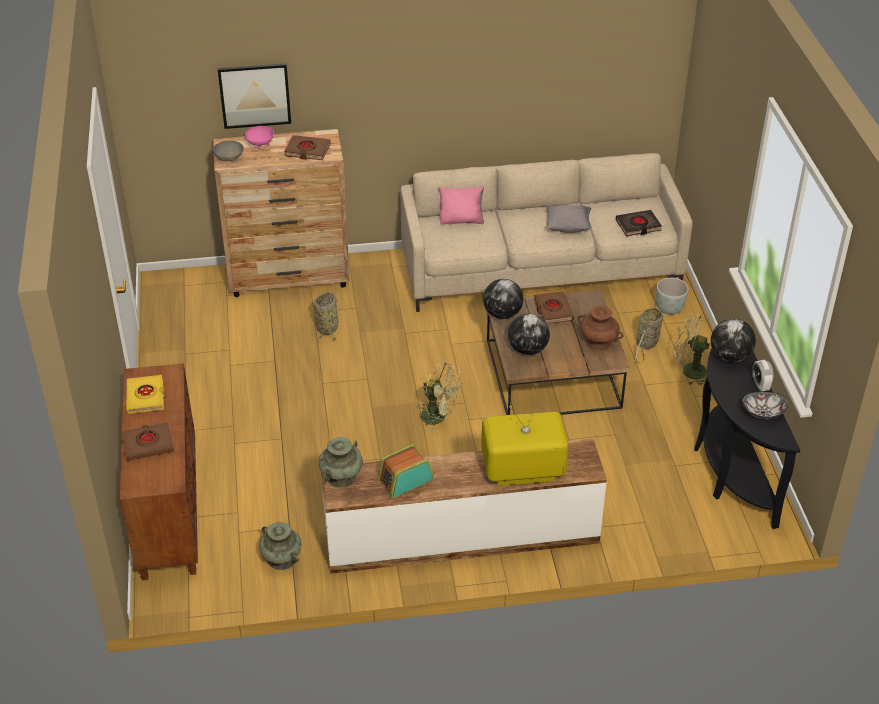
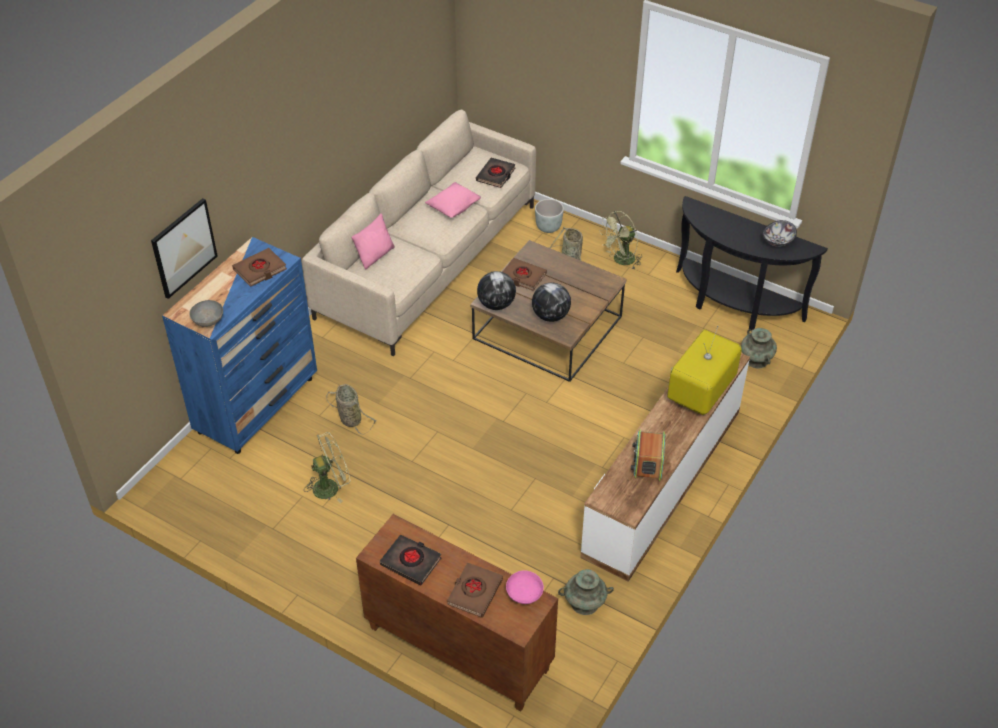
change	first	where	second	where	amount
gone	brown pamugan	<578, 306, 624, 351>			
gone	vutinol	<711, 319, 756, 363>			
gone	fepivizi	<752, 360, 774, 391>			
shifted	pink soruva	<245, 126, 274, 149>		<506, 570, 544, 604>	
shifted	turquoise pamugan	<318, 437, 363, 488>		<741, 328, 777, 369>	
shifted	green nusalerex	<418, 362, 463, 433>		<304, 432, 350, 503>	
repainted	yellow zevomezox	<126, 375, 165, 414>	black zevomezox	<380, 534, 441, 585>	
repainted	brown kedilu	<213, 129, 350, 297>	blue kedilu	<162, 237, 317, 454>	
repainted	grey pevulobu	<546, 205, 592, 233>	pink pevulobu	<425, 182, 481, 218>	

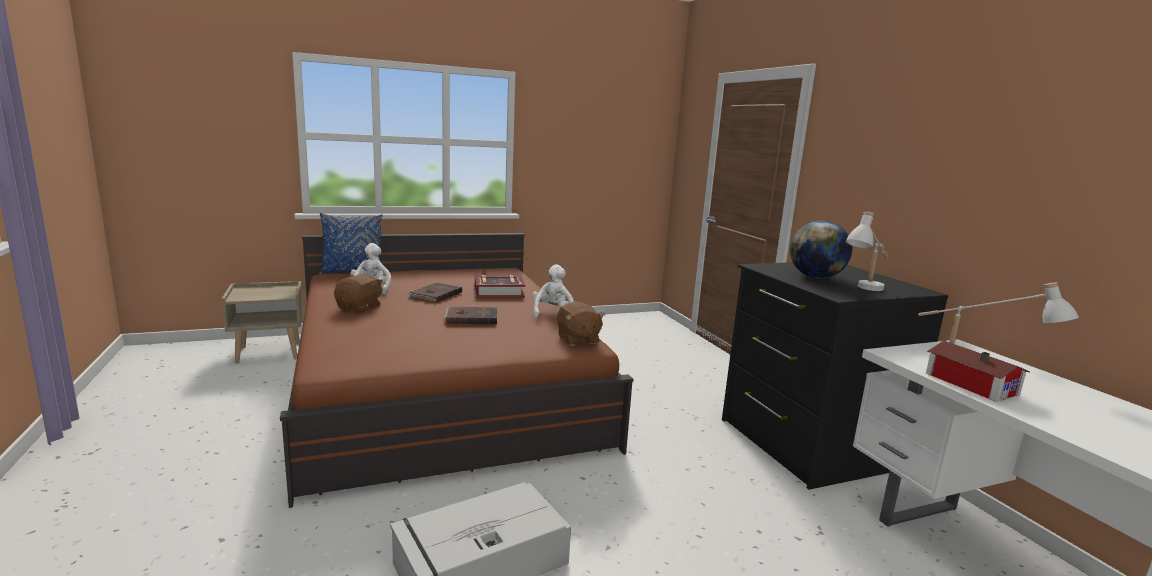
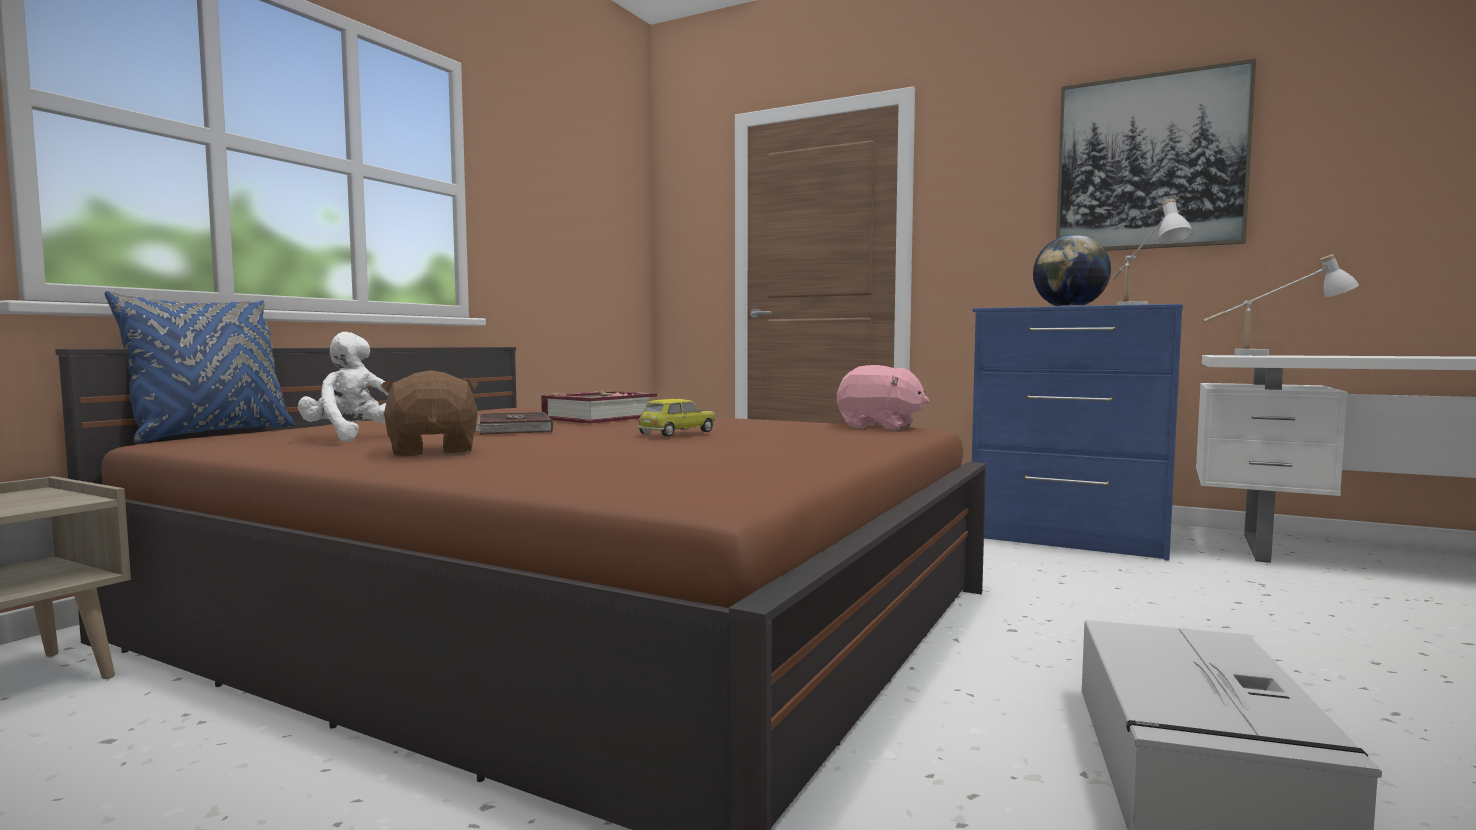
change	first	where	second	where	amount
gone	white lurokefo	<532, 264, 574, 318>			
gone	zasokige	<926, 340, 1030, 402>			
new			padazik	<1056, 59, 1256, 251>	
swapped	brown zevomezox	<444, 307, 498, 324>	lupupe	<637, 399, 715, 437>	
repainted	brown lurokefo	<557, 302, 605, 346>	pink lurokefo	<837, 365, 929, 431>	
repainted	black kedilu	<722, 262, 948, 490>	blue kedilu	<972, 304, 1183, 561>	

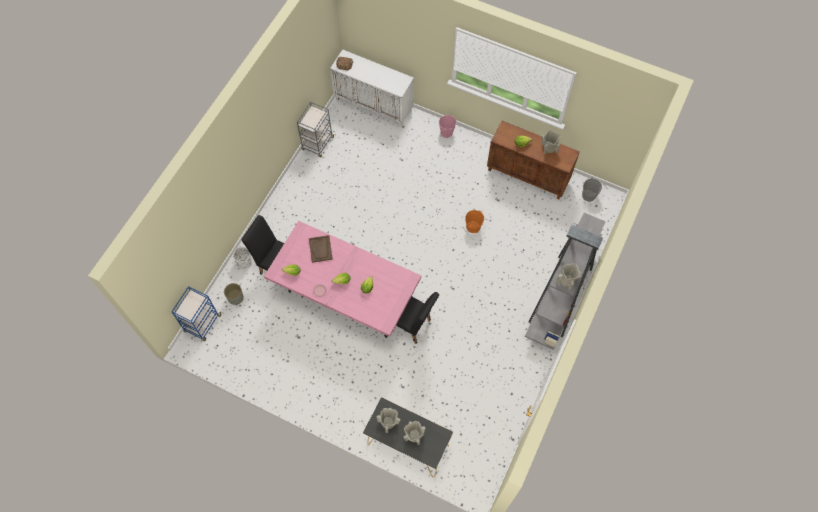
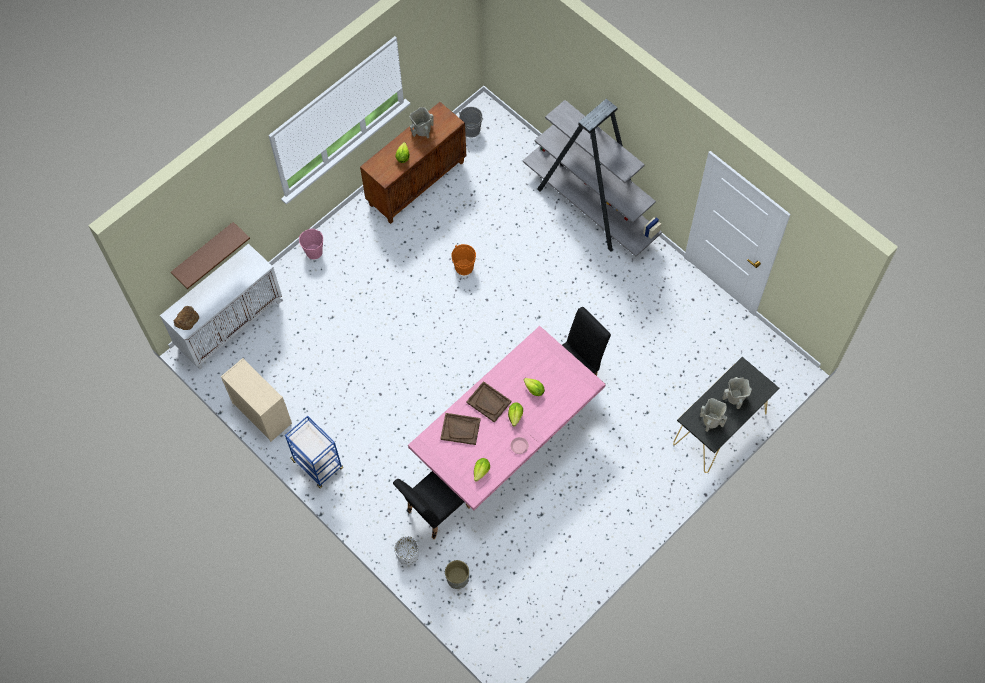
change	first	where	second	where	amount
gone	beige pamugan	<557, 263, 581, 290>			
new			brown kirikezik	<171, 222, 250, 289>	
new			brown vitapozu	<466, 381, 511, 423>	
shifted	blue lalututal	<172, 286, 222, 341>		<285, 415, 343, 488>	
swapped	grey lalututal	<297, 102, 334, 157>	beige kedilu	<221, 358, 292, 442>	

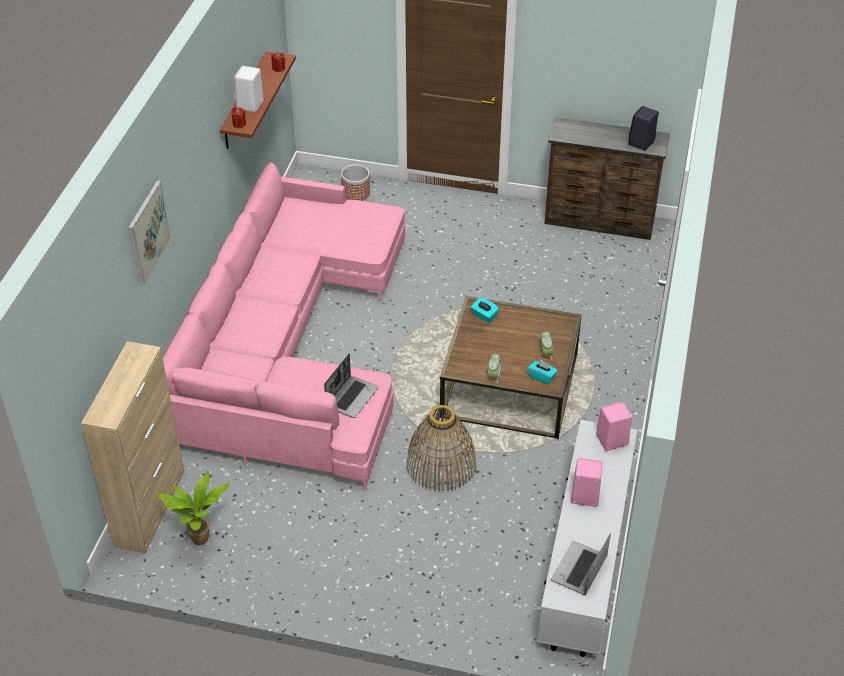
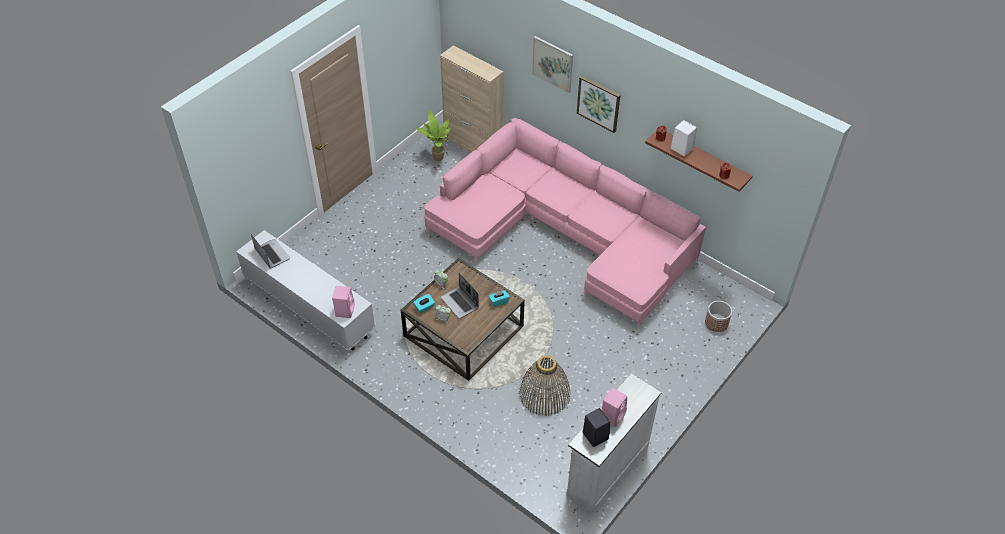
change	first	where	second	where	amount
new			padazik	<577, 76, 620, 133>	
shifted	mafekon	<324, 354, 379, 418>		<441, 273, 479, 319>	
shifted	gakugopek	<406, 405, 476, 492>		<519, 355, 570, 416>	
shifted	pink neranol	<571, 458, 602, 507>		<602, 388, 627, 427>	
repainted	brown kedilu	<544, 117, 670, 240>	white kedilu	<567, 373, 662, 514>	

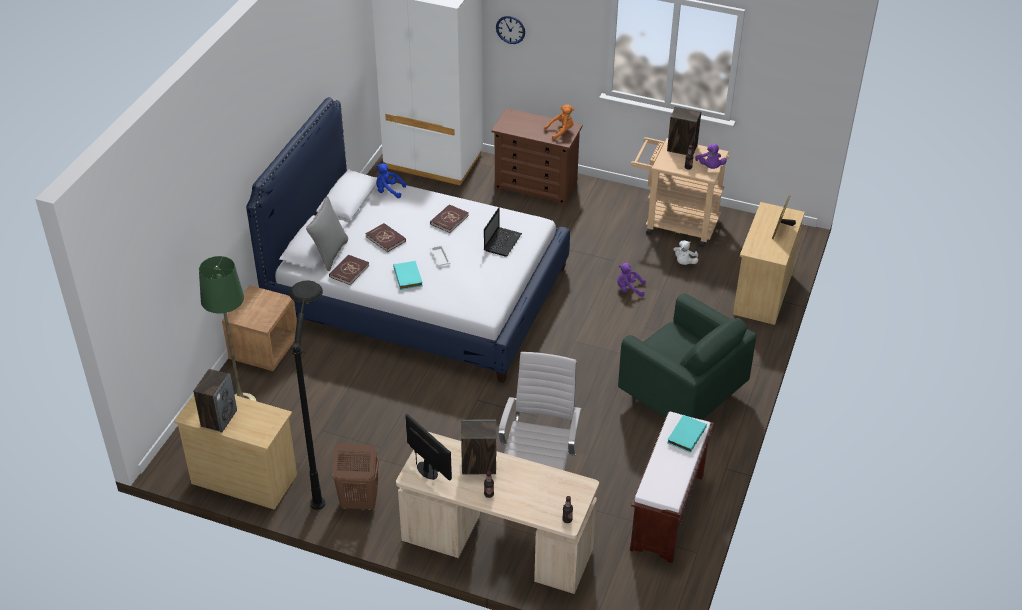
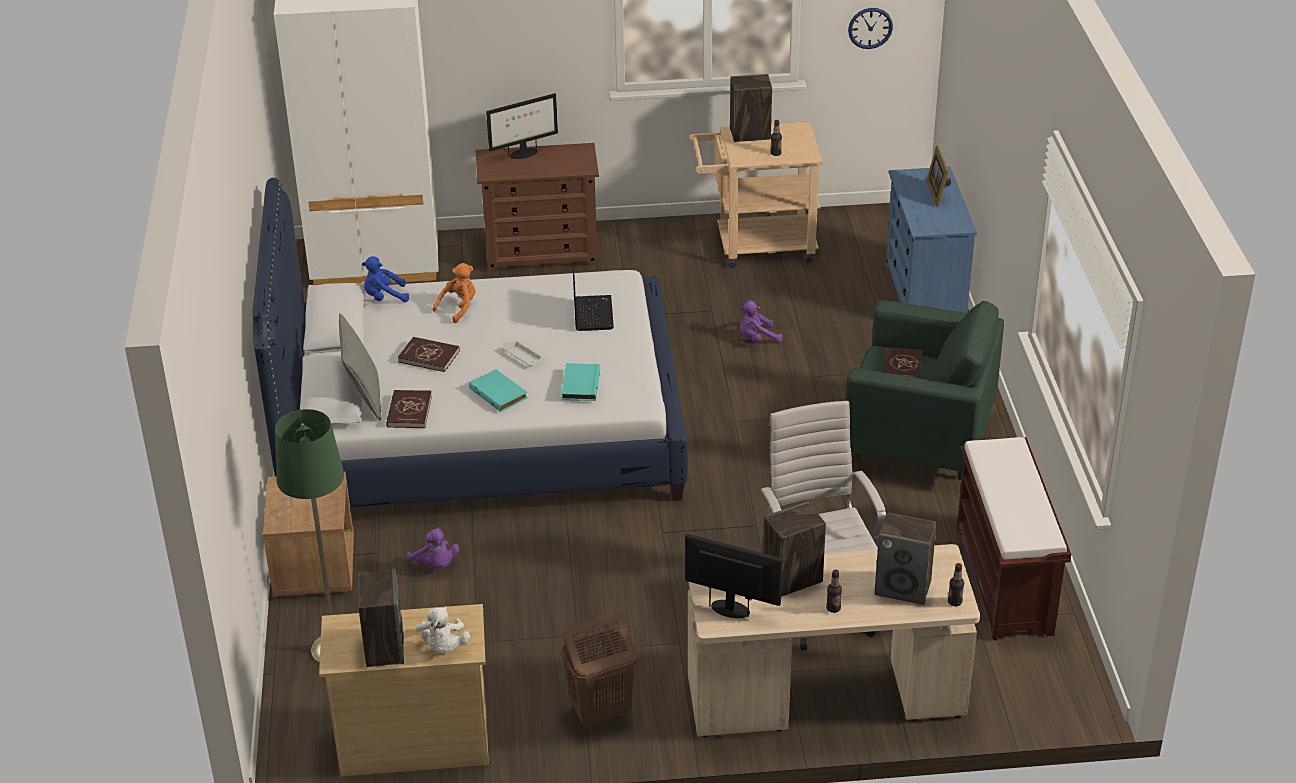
change	first	where	second	where	amount
gone	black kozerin	<289, 280, 325, 510>			
new			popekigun	<486, 93, 558, 159>	
new			neranol	<875, 513, 937, 605>	
shifted	red zevomezox	<430, 204, 469, 233>		<883, 347, 922, 379>	
shifted	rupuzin	<496, 16, 525, 44>		<848, 8, 893, 49>	
shifted	orange lurokefo	<545, 105, 574, 140>		<433, 263, 476, 323>	
shifted	turquoise zevomezox	<667, 415, 707, 453>		<561, 363, 600, 401>	
shifted	white lurokefo	<673, 240, 698, 265>		<415, 606, 470, 653>	
shifted	purple lurokefo	<695, 144, 727, 169>		<407, 527, 459, 569>	
repainted	beige kedilu	<733, 202, 805, 325>	blue kedilu	<886, 167, 977, 313>	

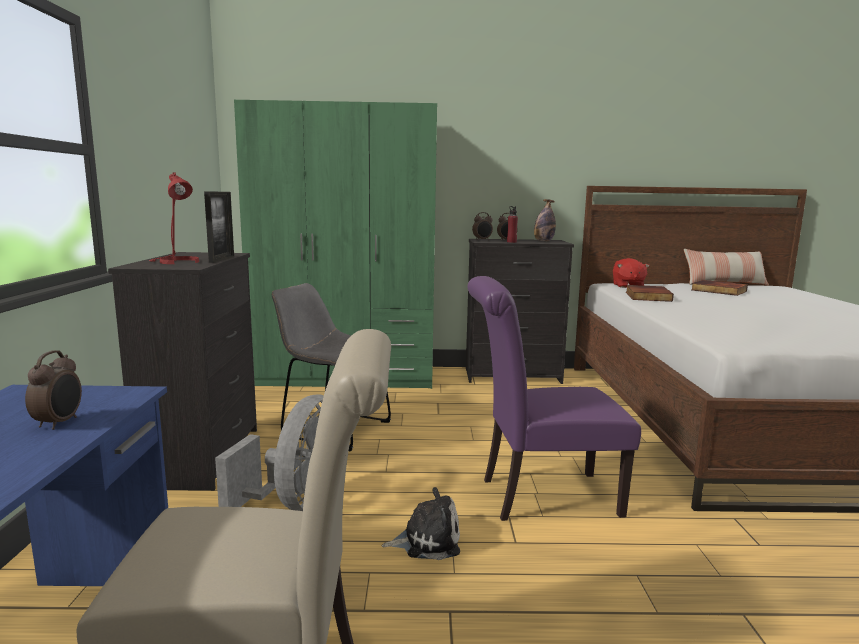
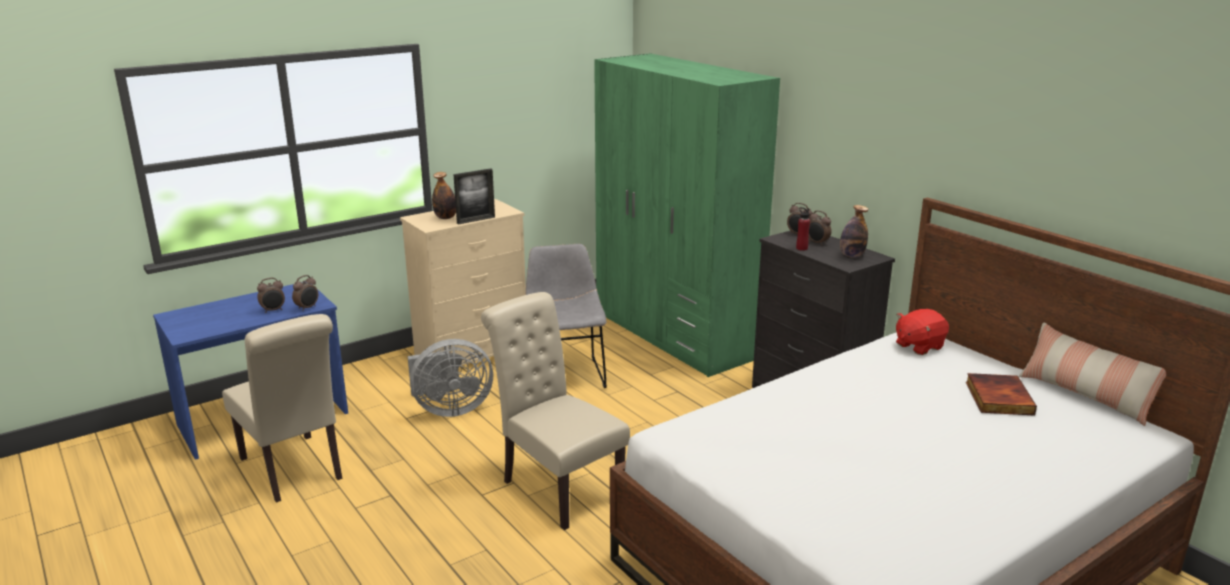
change	first	where	second	where	amount
gone	lurokefo	<382, 487, 460, 560>			
gone	zevomezox	<626, 285, 674, 302>			
new			fepivizi	<292, 275, 318, 311>	
swapped	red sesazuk	<149, 173, 199, 264>	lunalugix	<432, 172, 456, 219>	
repainted	black kedilu	<108, 252, 257, 491>	beige kedilu	<400, 199, 526, 366>	
repainted	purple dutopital	<468, 276, 641, 521>	beige dutopital	<481, 292, 630, 530>	

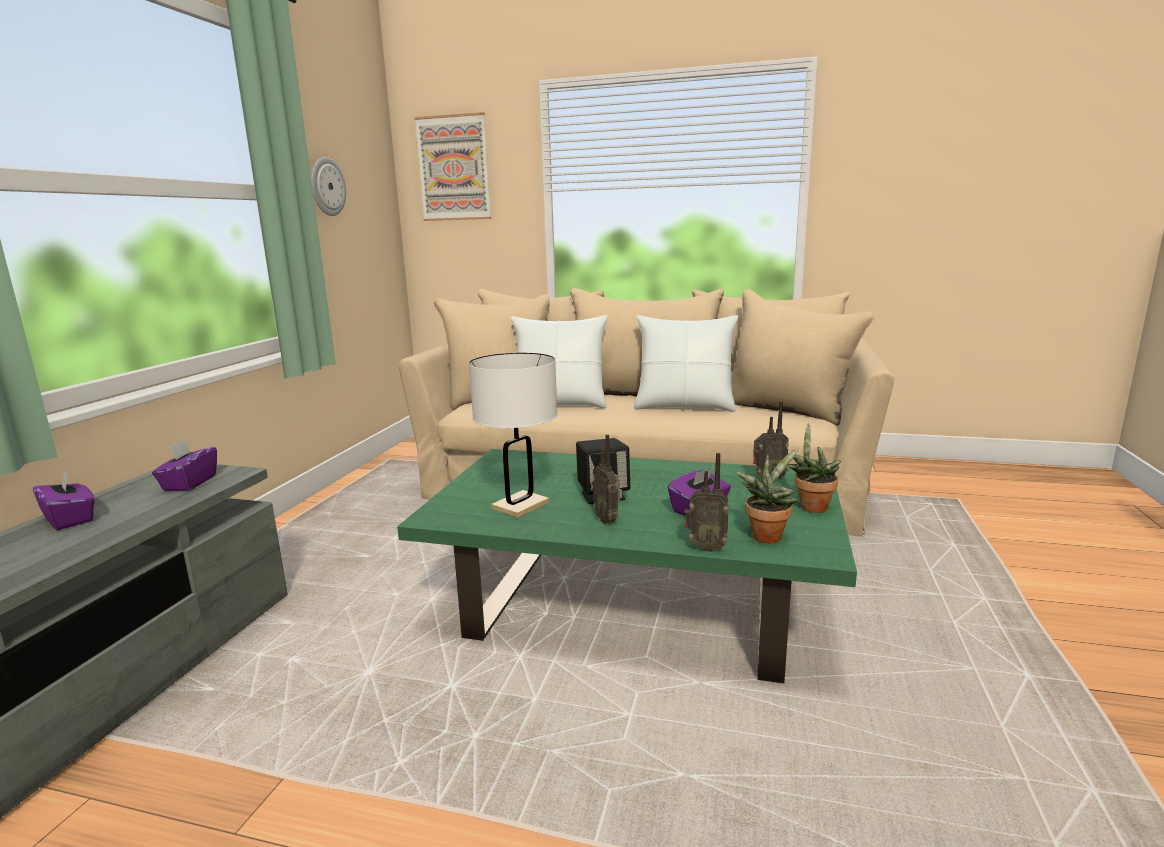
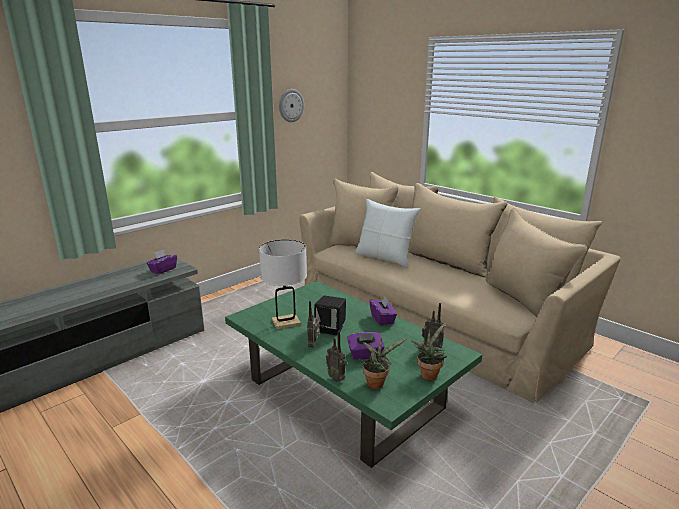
change	first	where	second	where	amount
gone	padazik	<414, 112, 491, 221>			
gone	white pevulobu	<634, 315, 738, 412>			
shifted	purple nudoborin	<33, 471, 95, 530>		<370, 296, 397, 325>	

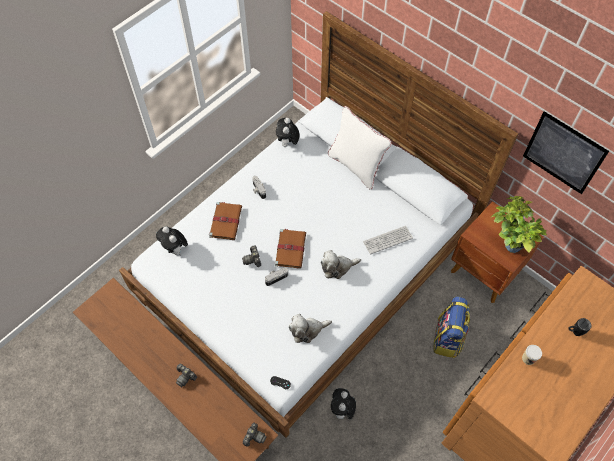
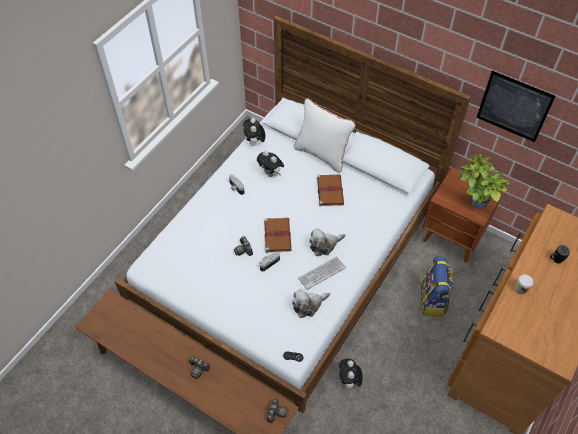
change	first	where	second	where	amount
shifted	lurokefo	<156, 227, 188, 256>		<257, 150, 284, 177>	
shifted	brown zevomezox	<209, 202, 242, 240>		<317, 174, 344, 206>	
shifted	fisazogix	<363, 226, 413, 254>		<298, 256, 346, 290>	

